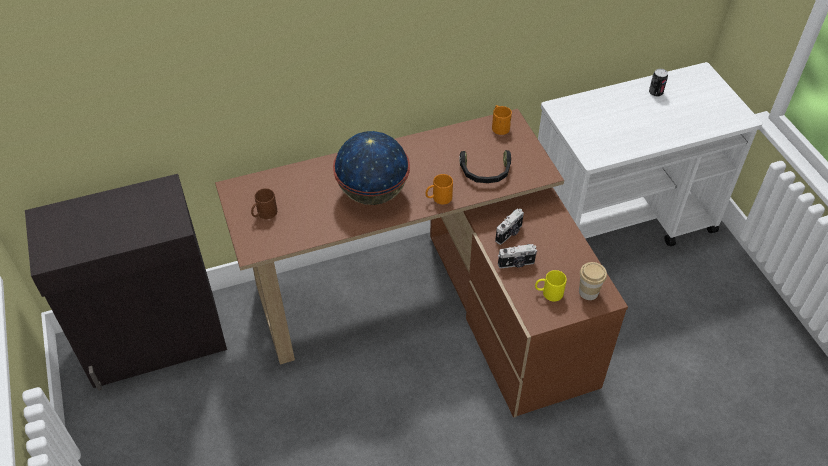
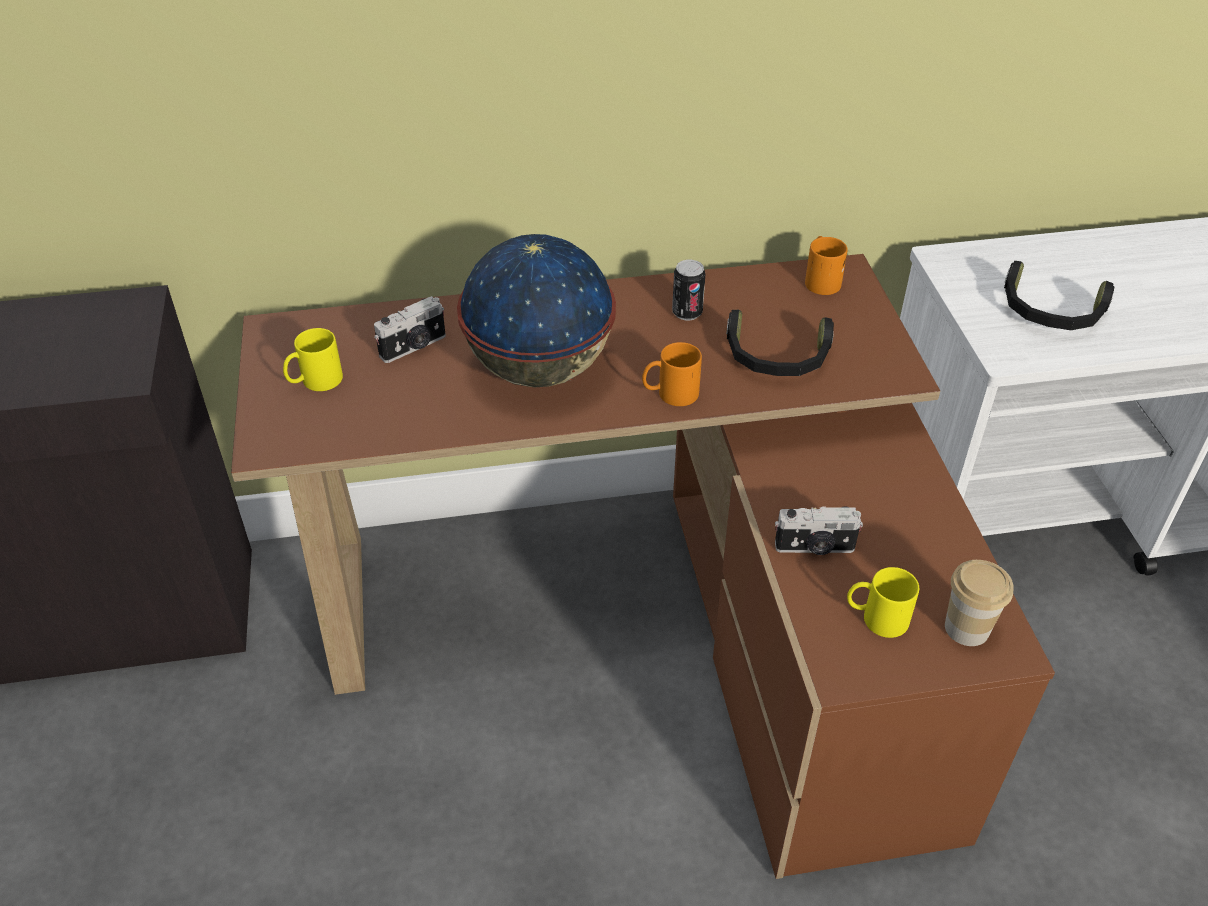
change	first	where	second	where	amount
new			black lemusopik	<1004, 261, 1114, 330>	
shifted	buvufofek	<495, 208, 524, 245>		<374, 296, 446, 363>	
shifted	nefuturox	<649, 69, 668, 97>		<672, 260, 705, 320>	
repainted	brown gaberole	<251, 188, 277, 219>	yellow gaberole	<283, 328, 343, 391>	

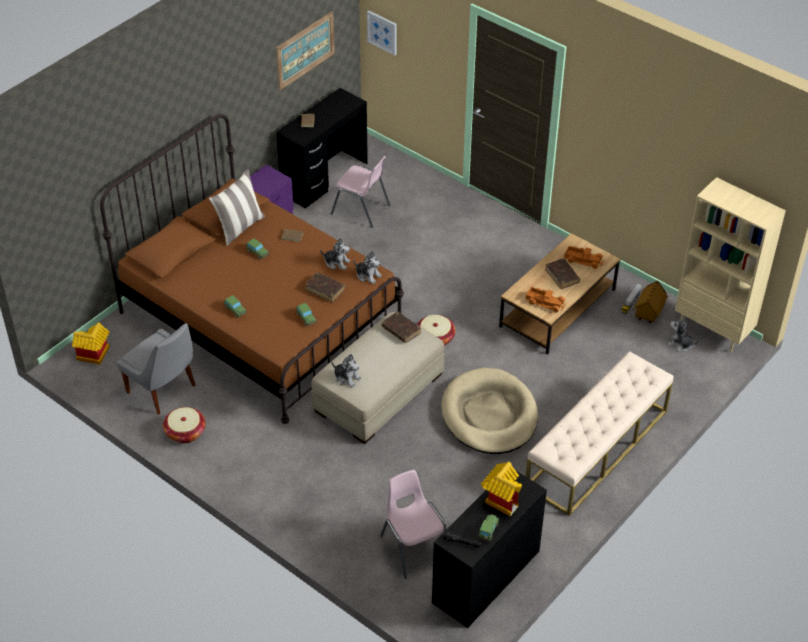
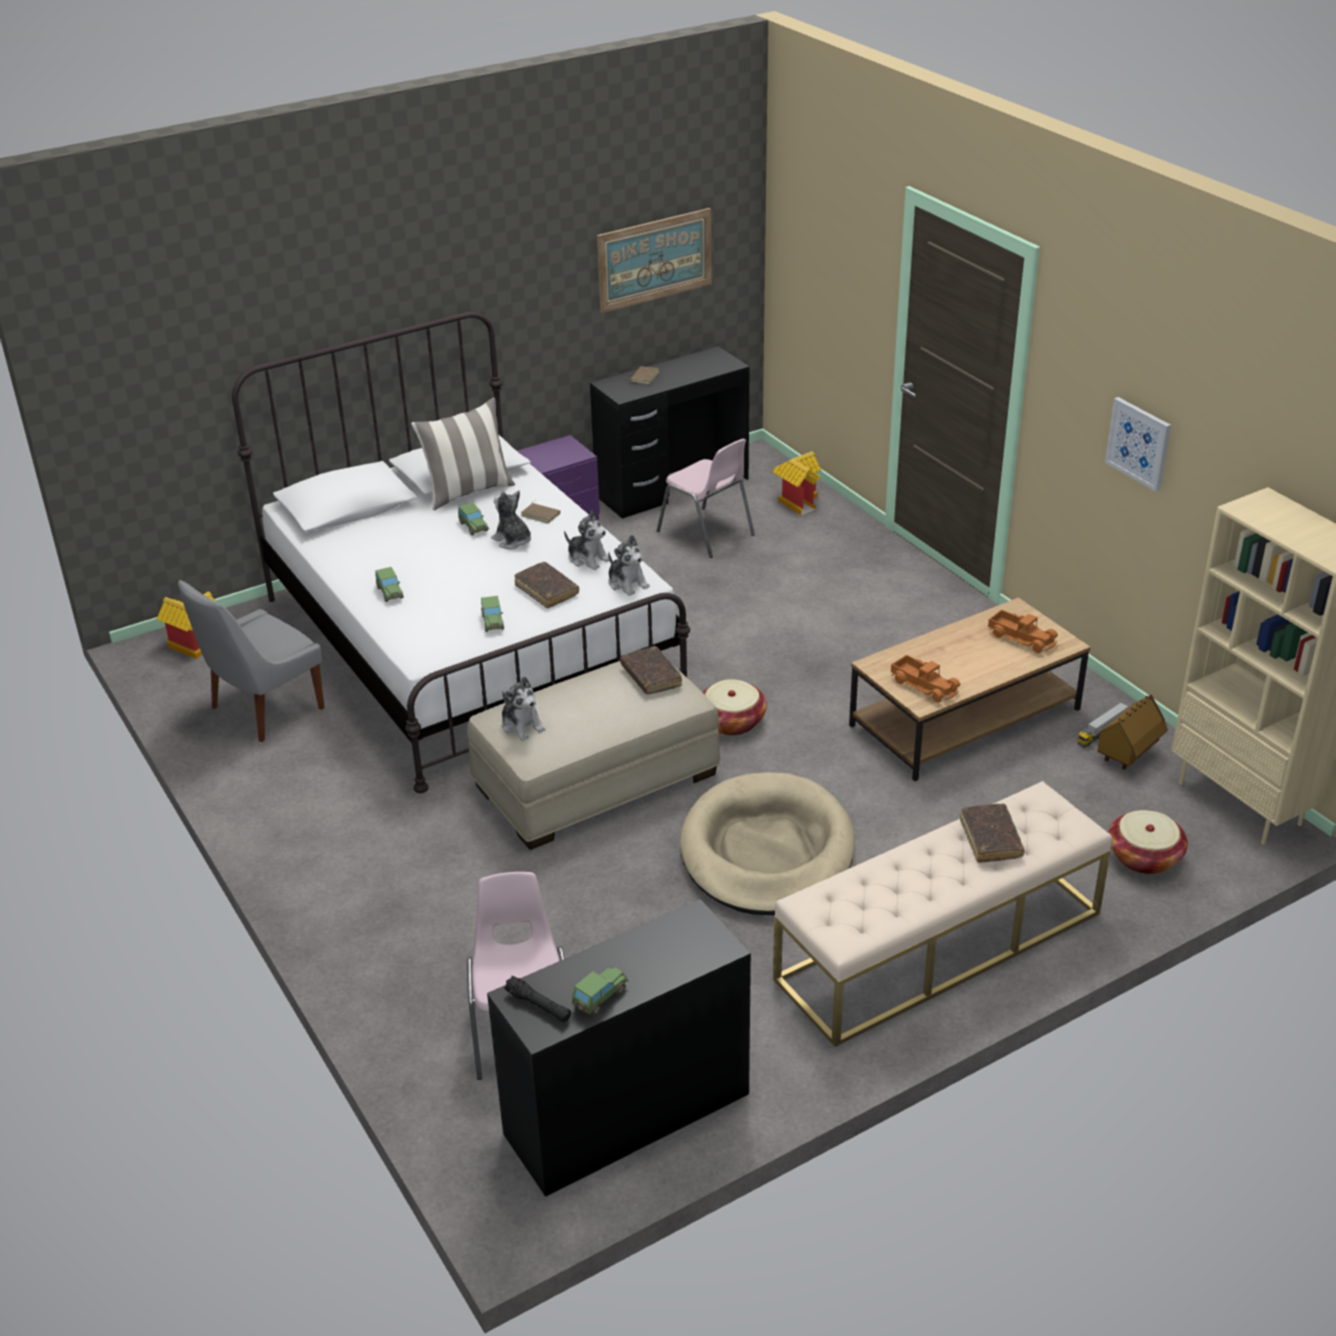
change	first	where	second	where	amount
shifted	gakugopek	<163, 407, 205, 443>		<1108, 810, 1188, 874>	
shifted	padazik	<367, 11, 397, 55>		<1105, 397, 1171, 492>	
shifted	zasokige	<481, 462, 522, 516>		<773, 451, 821, 515>	
shifted	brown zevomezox	<545, 258, 580, 289>		<960, 804, 1025, 863>	
shifted	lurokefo	<668, 317, 699, 351>		<491, 490, 531, 549>	
repainted	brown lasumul	<100, 114, 404, 424>	white lasumul	<232, 312, 690, 793>	
rotated	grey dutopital	<117, 323, 196, 415>		<178, 580, 325, 742>	75 degrees clockwise

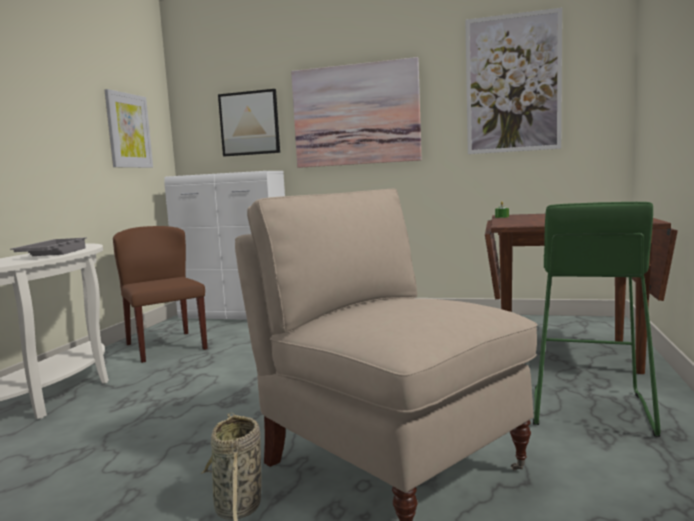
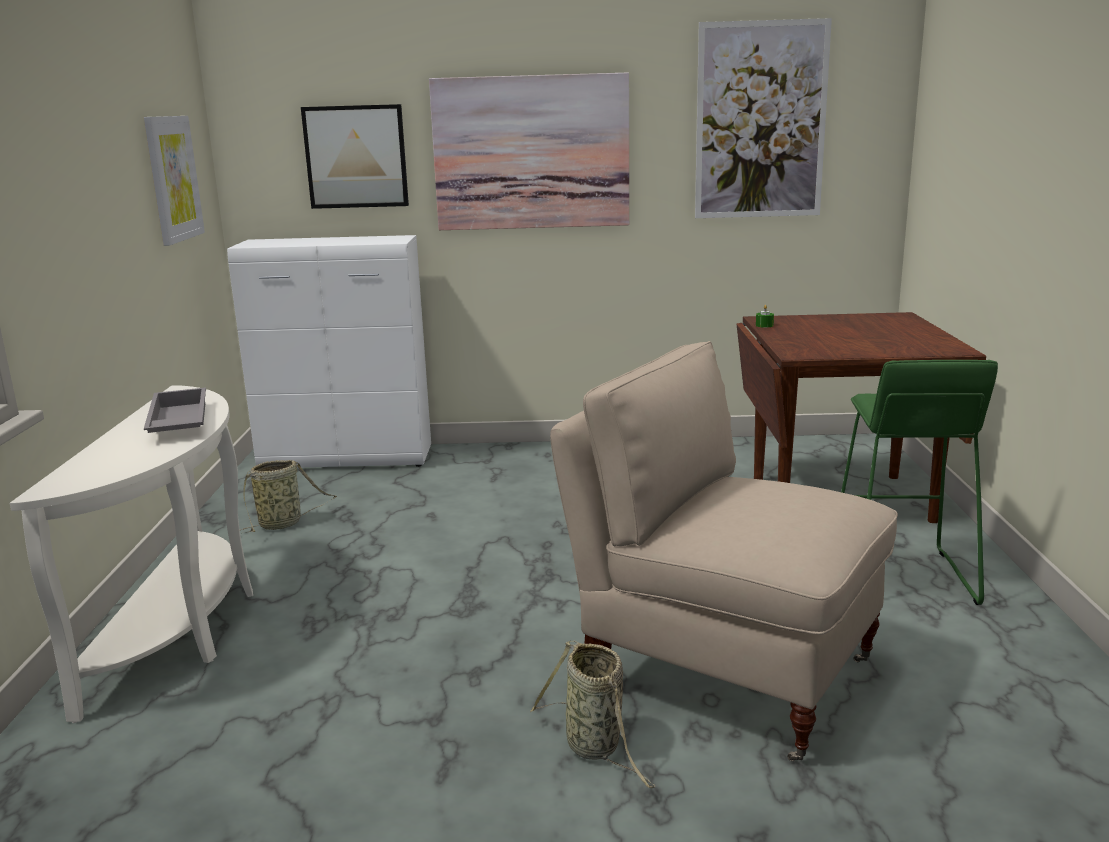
change	first	where	second	where	amount
swapped	brown dutopital	<113, 226, 208, 363>	gakugopek	<240, 460, 337, 533>	

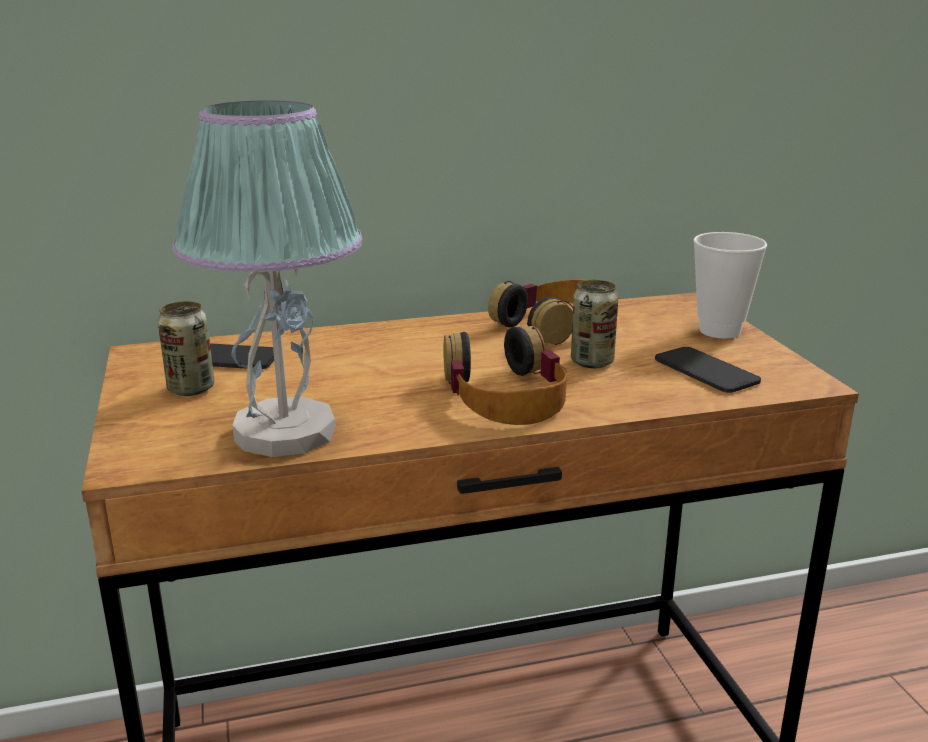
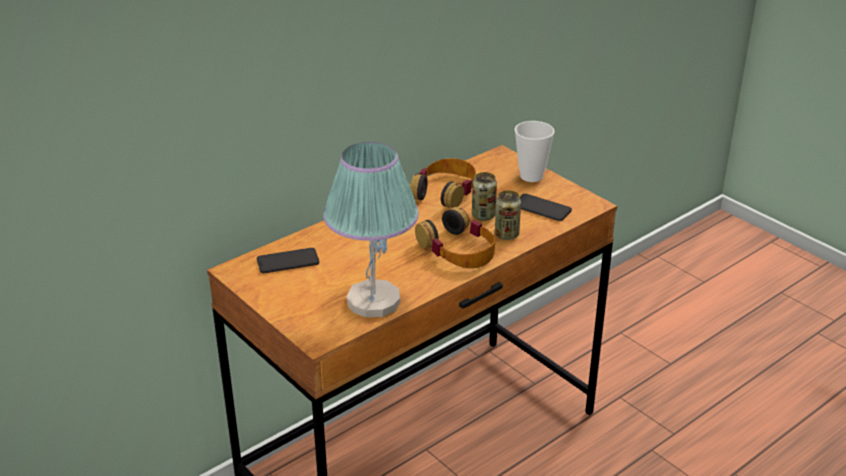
change	first	where	second	where	amount
shifted	nefuturox	<158, 301, 214, 396>		<495, 190, 521, 240>	

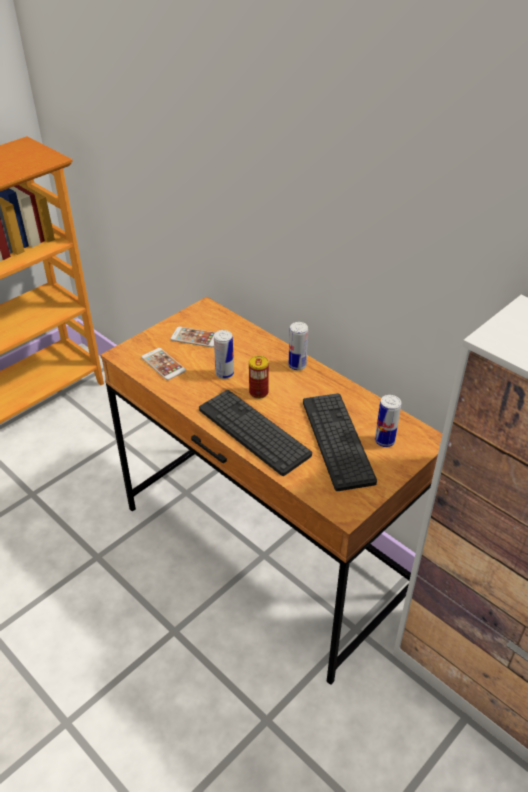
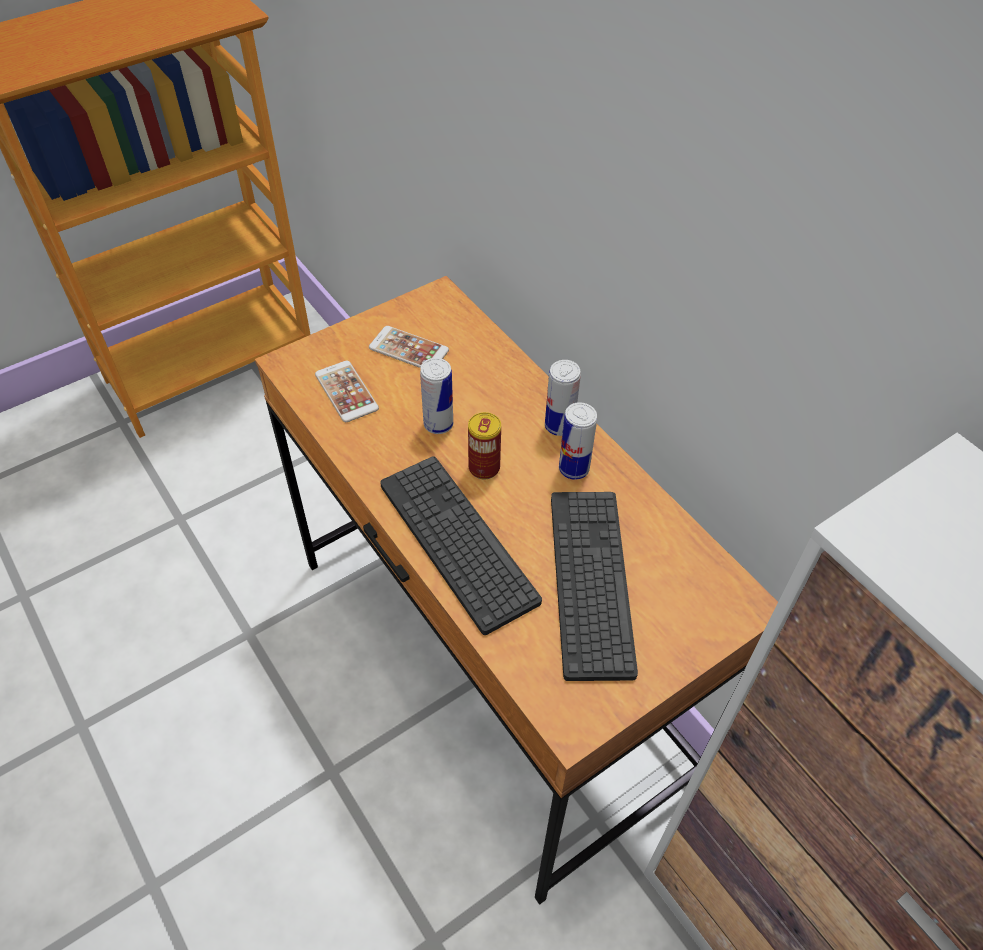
change	first	where	second	where	amount
shifted	nefuturox	<375, 395, 401, 447>		<559, 402, 597, 480>	

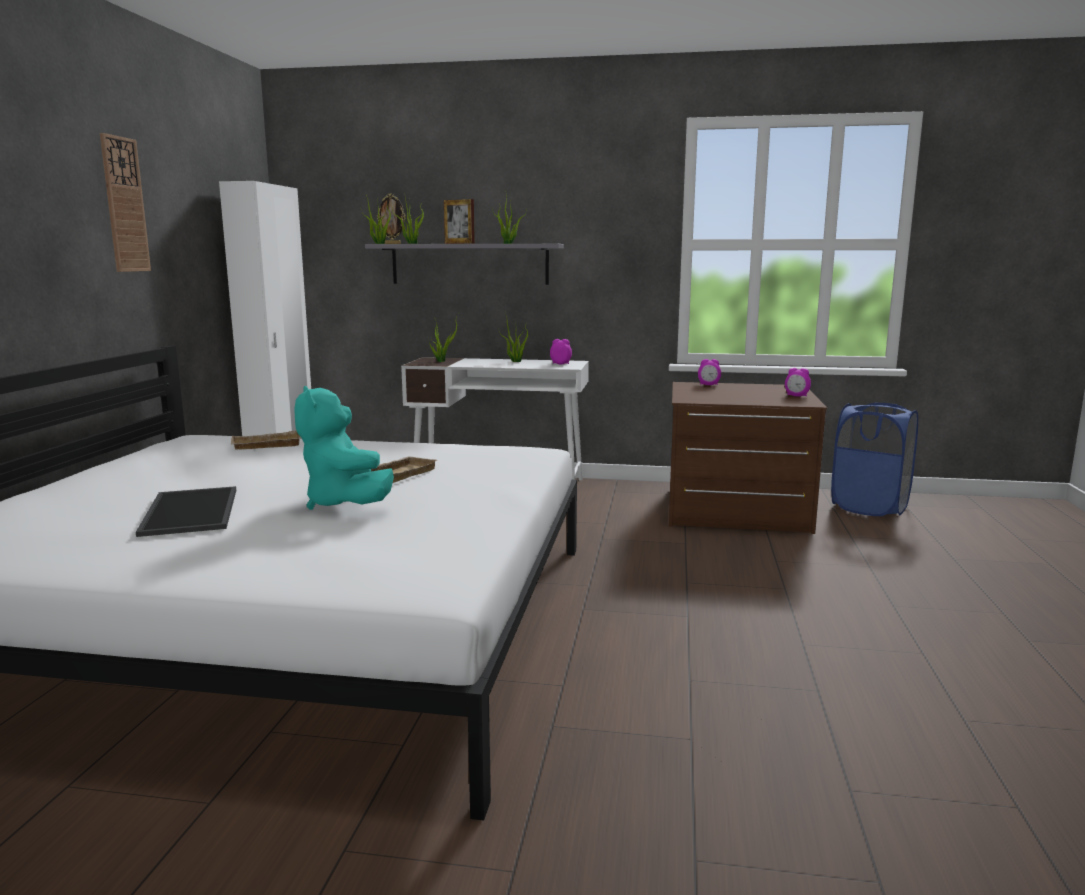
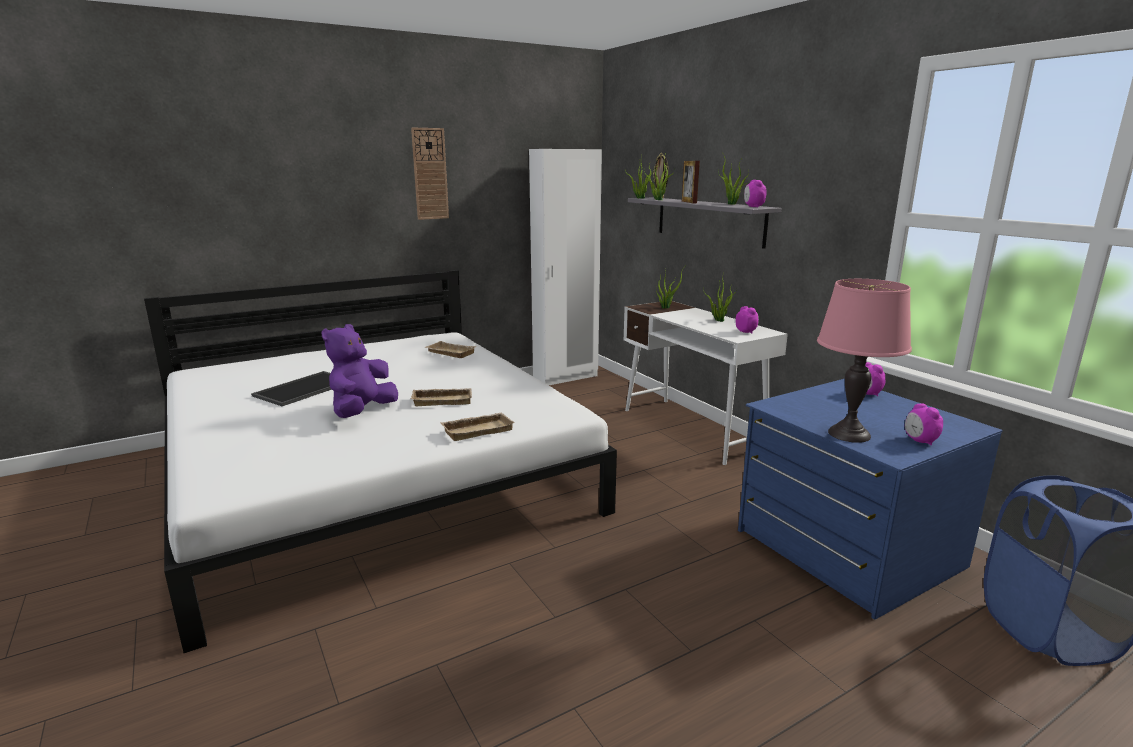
change	first	where	second	where	amount
new			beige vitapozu	<441, 413, 515, 441>	
new			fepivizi	<744, 180, 766, 207>	
new			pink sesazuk	<817, 279, 912, 443>	
repainted	turquoise lurokefo	<295, 386, 394, 510>	purple lurokefo	<321, 324, 398, 418>	
repainted	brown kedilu	<669, 382, 827, 534>	blue kedilu	<738, 379, 1003, 620>	

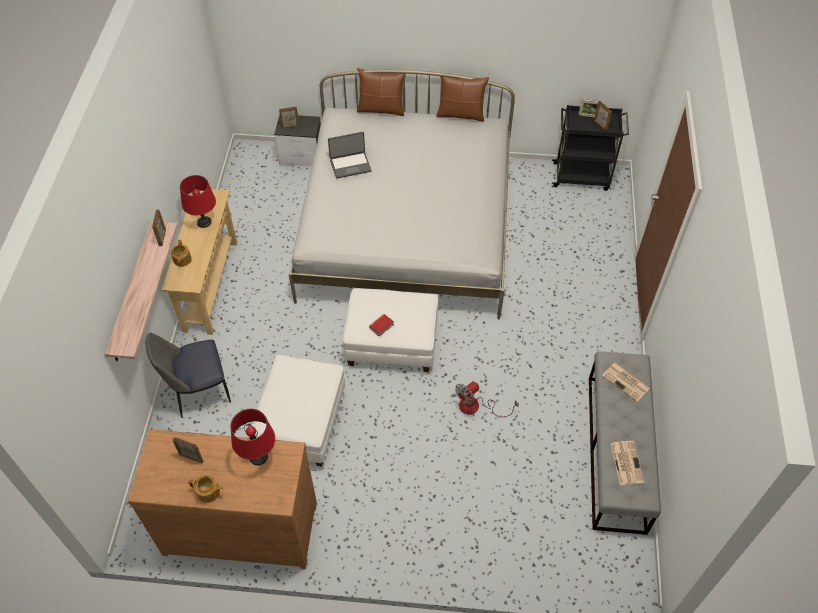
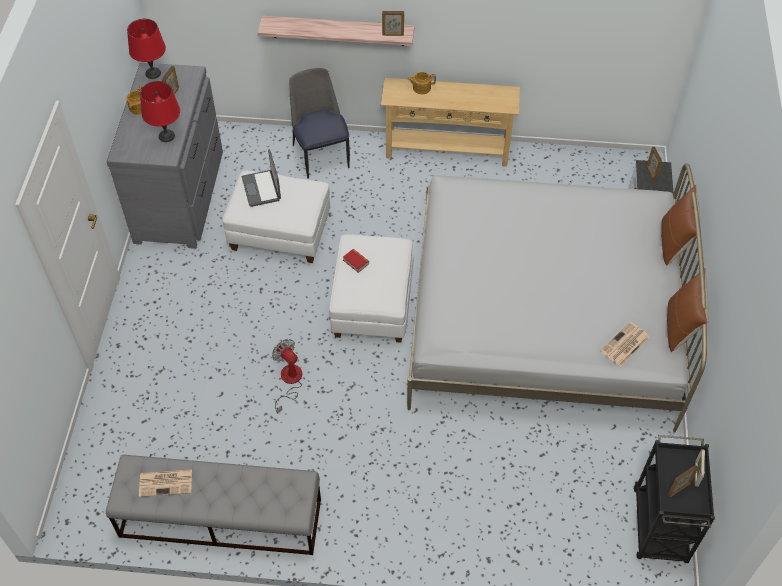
change	first	where	second	where	amount
shifted	red sesazuk	<180, 175, 216, 228>		<127, 19, 166, 79>	
shifted	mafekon	<328, 132, 371, 179>		<242, 149, 281, 207>	
shifted	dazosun	<602, 363, 650, 402>		<600, 322, 650, 367>	
repainted	brown kedilu	<128, 429, 317, 569>	grey kedilu	<107, 62, 223, 249>	

